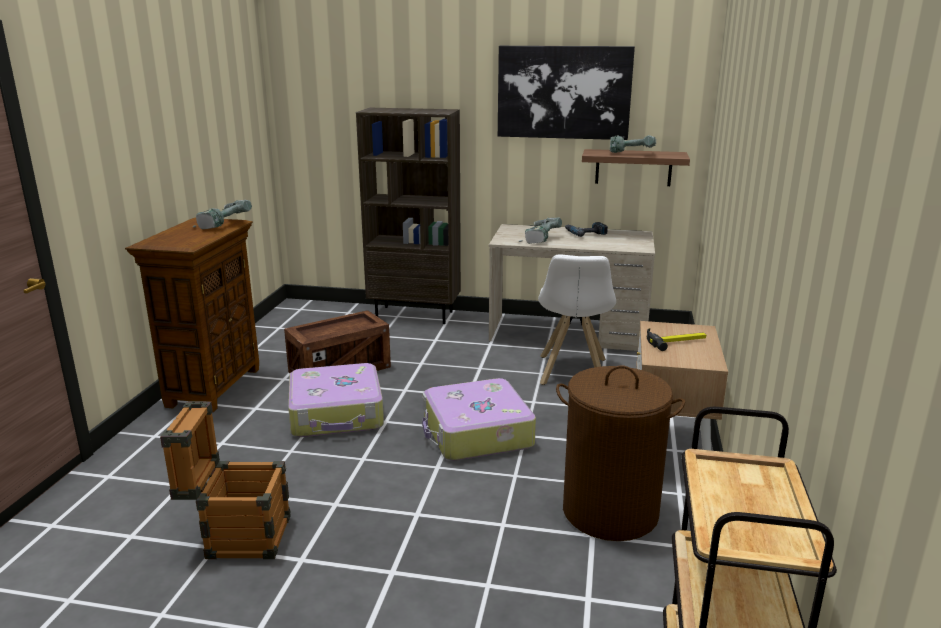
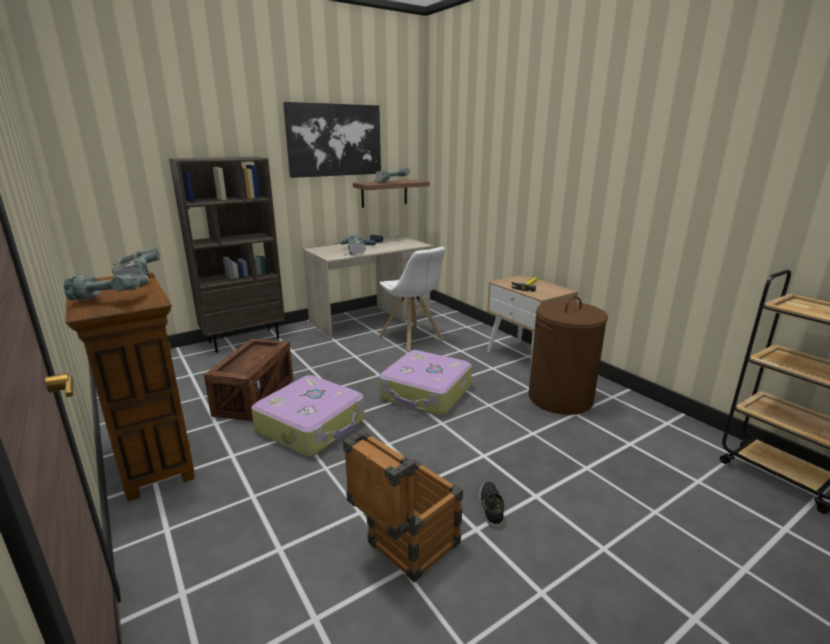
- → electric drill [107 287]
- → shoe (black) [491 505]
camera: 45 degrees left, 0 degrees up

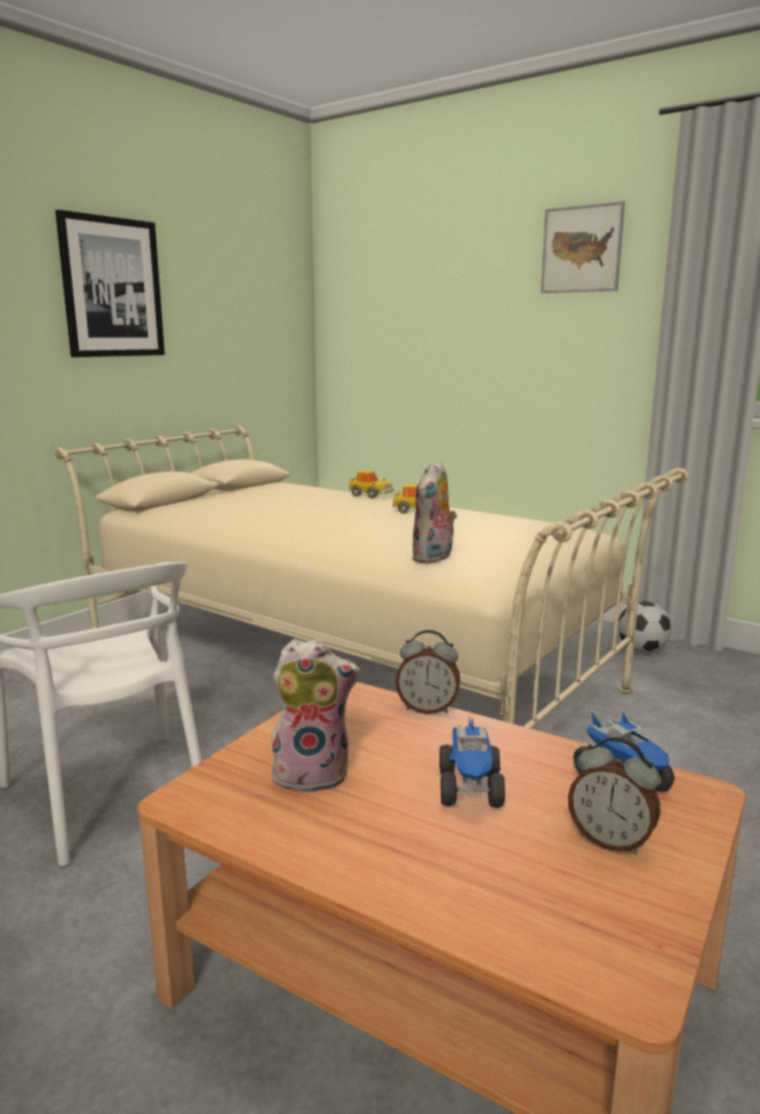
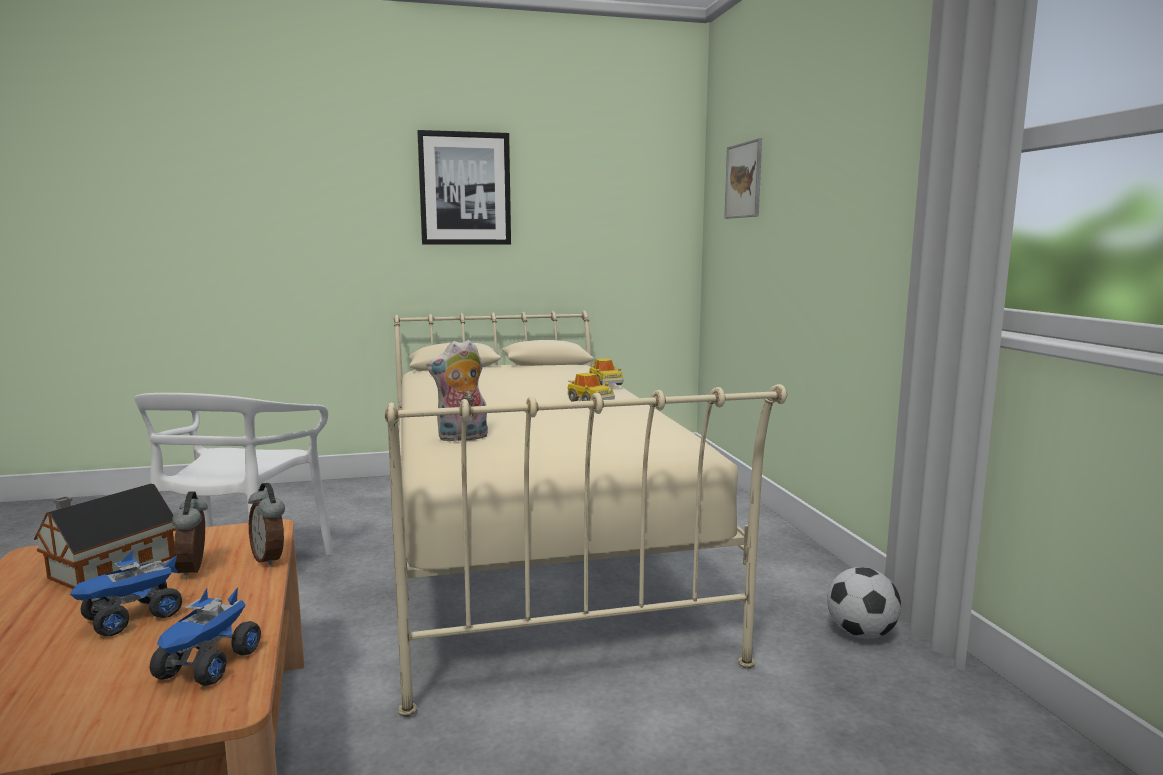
cuddly toy [313 716] → toy house [105 536]
picture [583 247] → picture [743 178], moved
bedside clock [614 796] → bedside clock [190 535], moved
camera: 40 degrees right, 5 degrees down

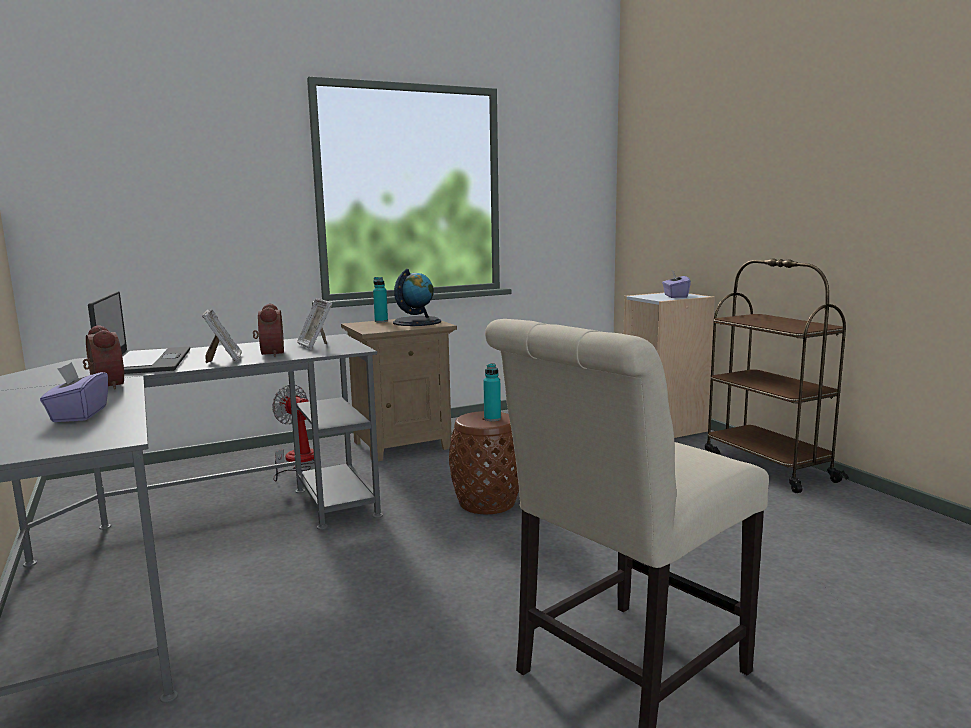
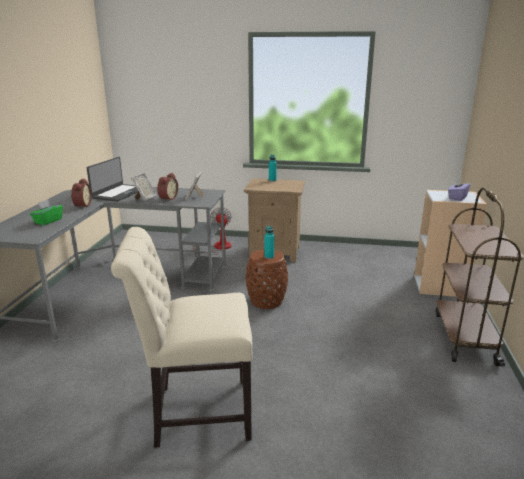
box of tissues (purplish) [74 392] → box of tissues (green) [46 212]
world globe [417 297] → -
camera: 35 degrees right, 10 degrees up

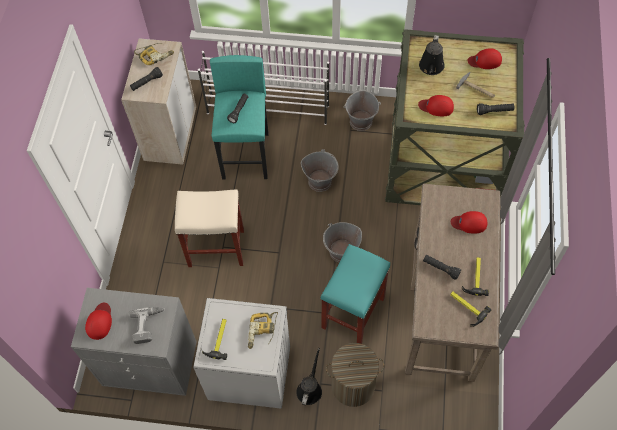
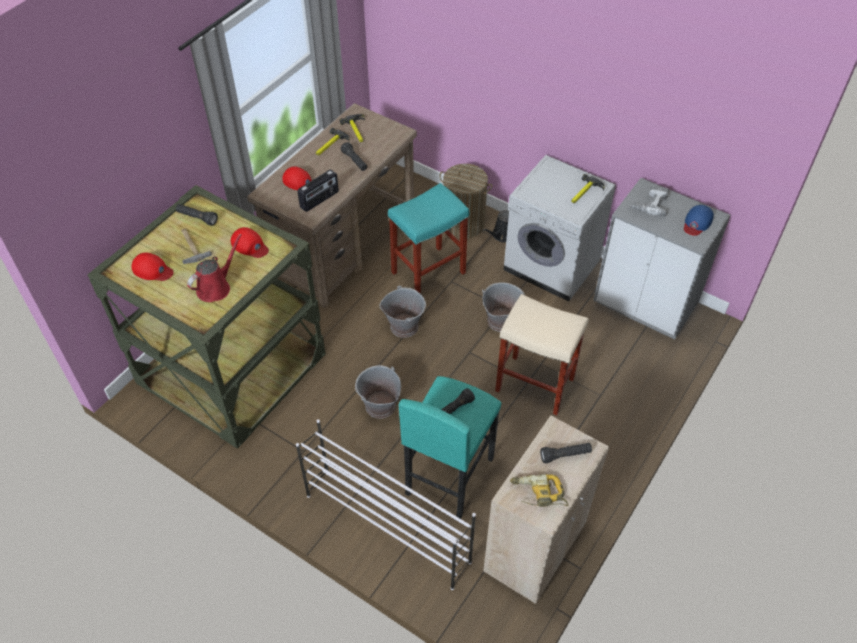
baseball cap (reddish) [98 321] → baseball cap (blue) [699 220]
electric drill [263 330] → -
bucket (gray) [362 110] → bucket (gray) [503 307], moved
watering can (black) [432 55] → watering can (reddish) [214 268]
- → radio set [318 190]
camera: 155 degrees left, 10 degrees down

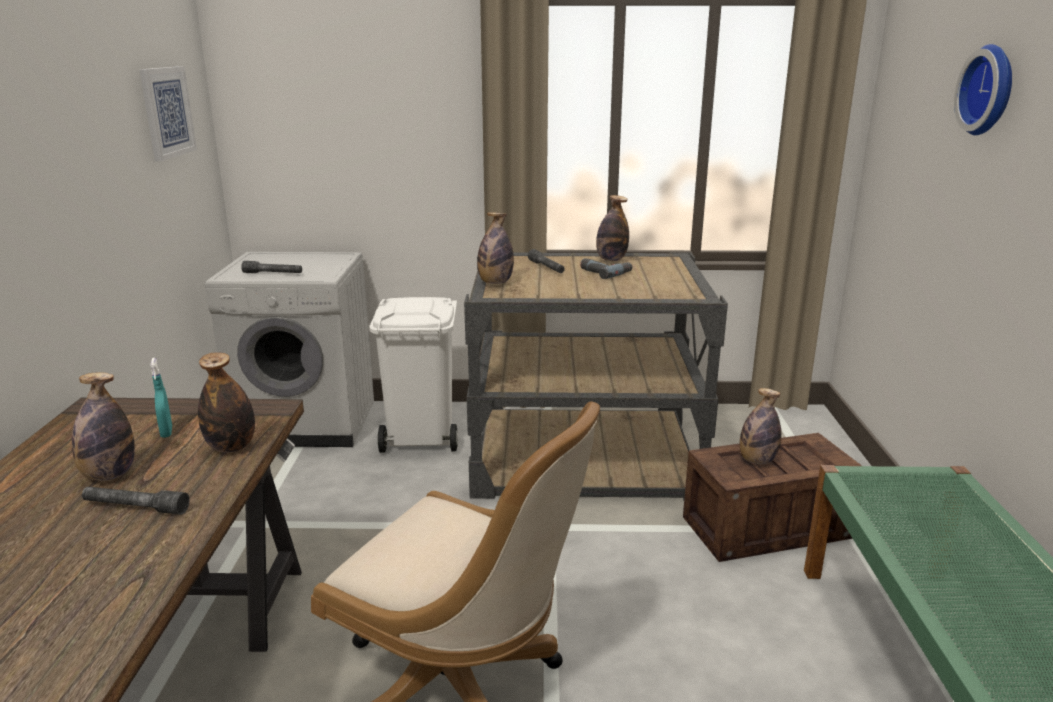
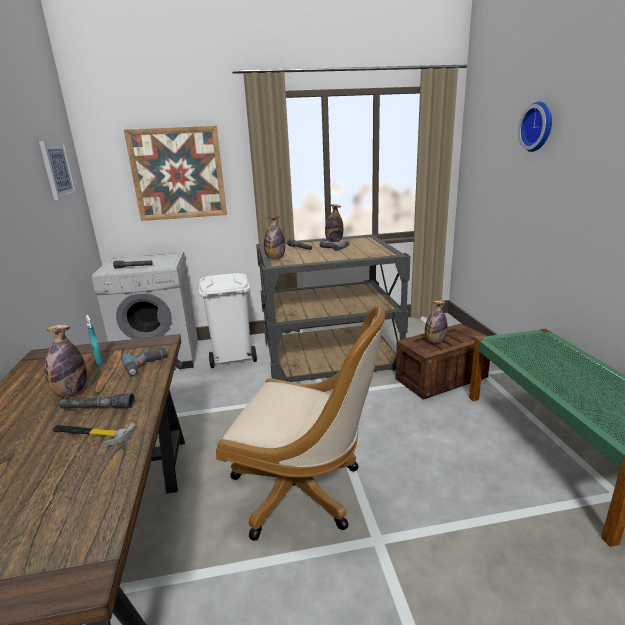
beverage bottle [226 402] → electric drill [144 362]
- → tool hammer [94 435]
- → picture [175 173]
camera: 10 degrees left, 0 degrees up

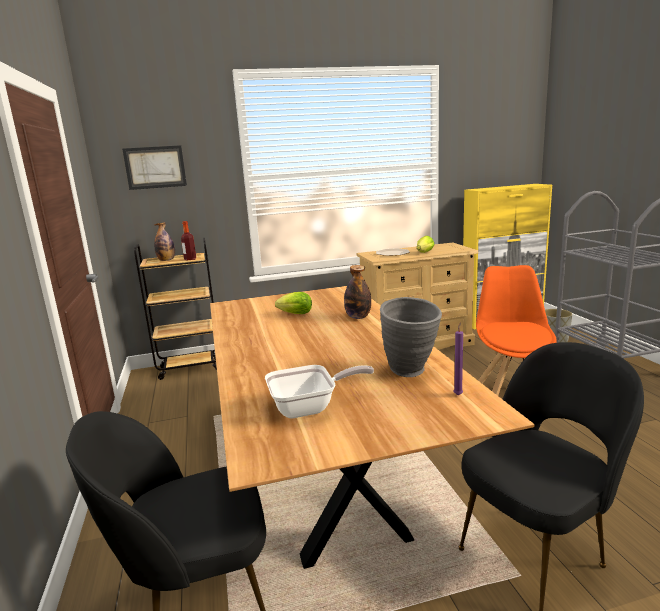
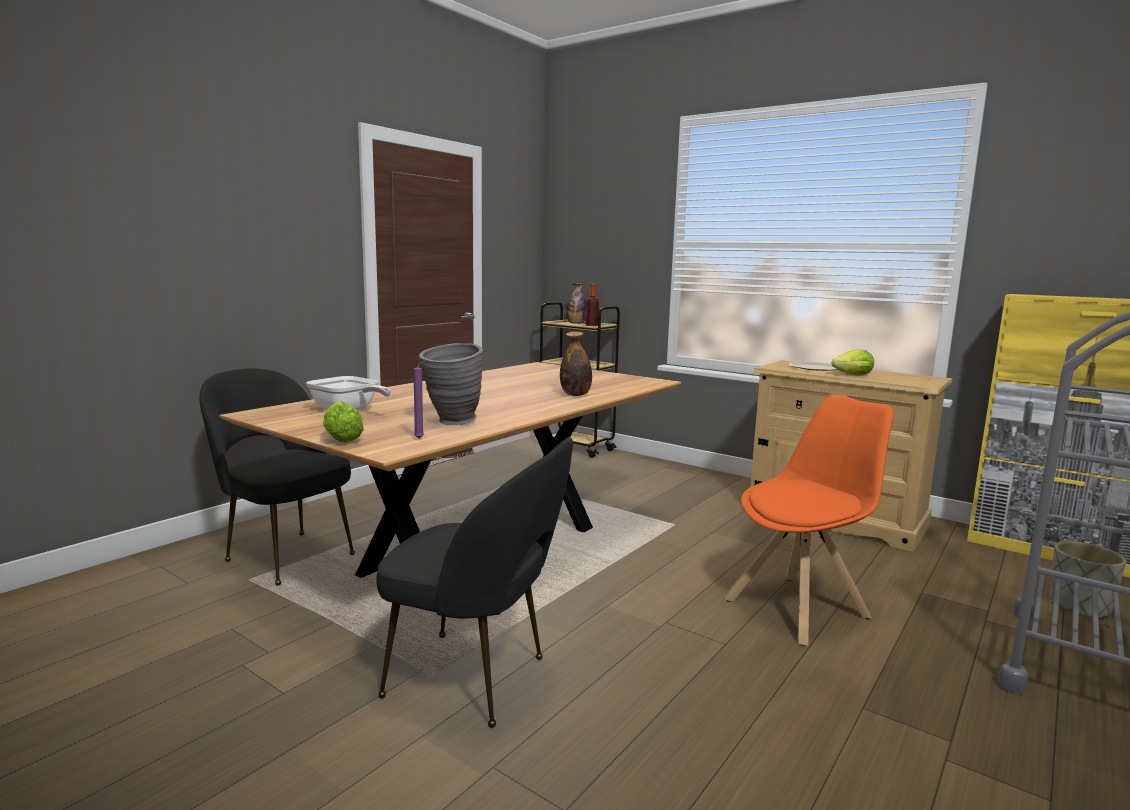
picture [154 167] → -
lettuce head [293 303] → lettuce head [343 422], moved
camera: 50 degrees right, 5 degrees down

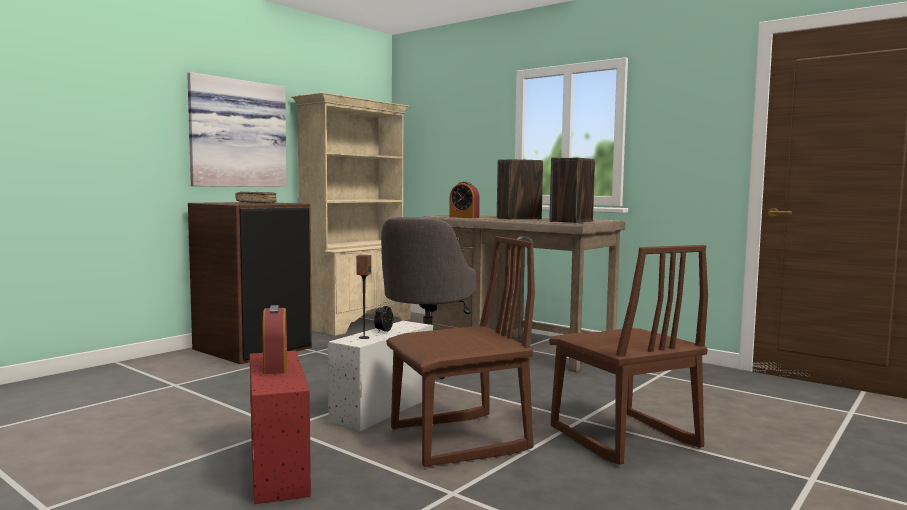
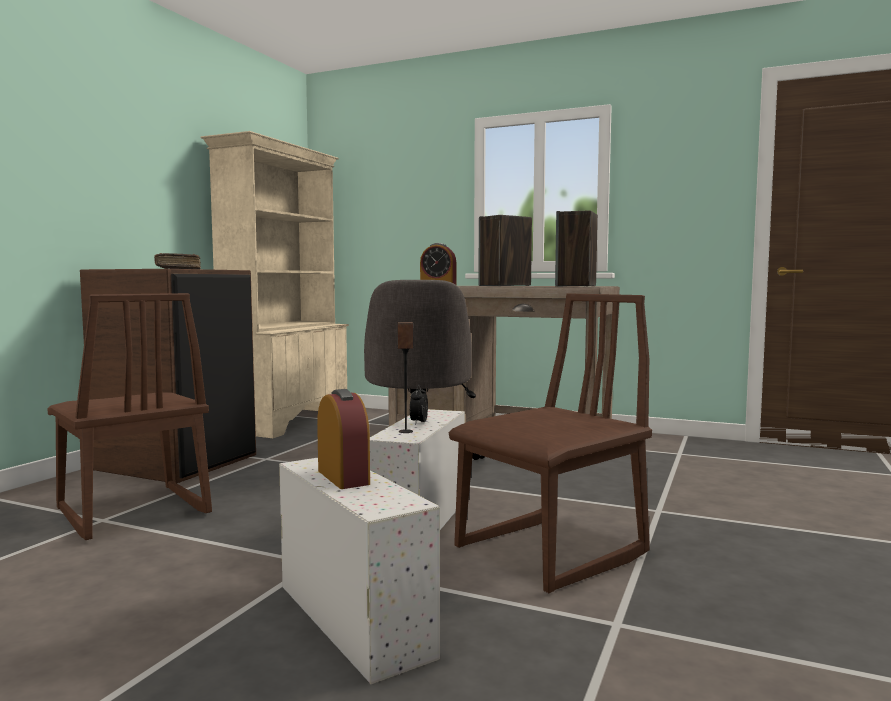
picture [237 129] → -
storage bin (reddish) [280 427] → storage bin (whitish) [359 571]
upright chair (brown) [628 355] → upright chair (brown) [129 416], moved
camera: 15 degrees left, 0 degrees up

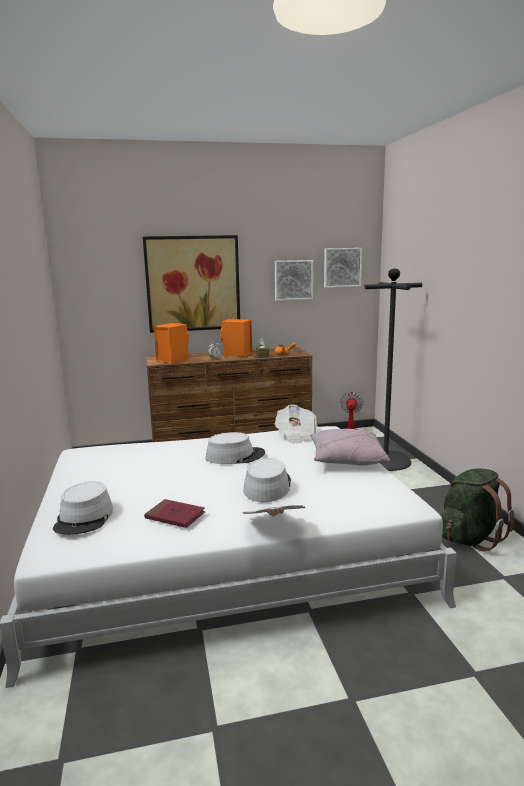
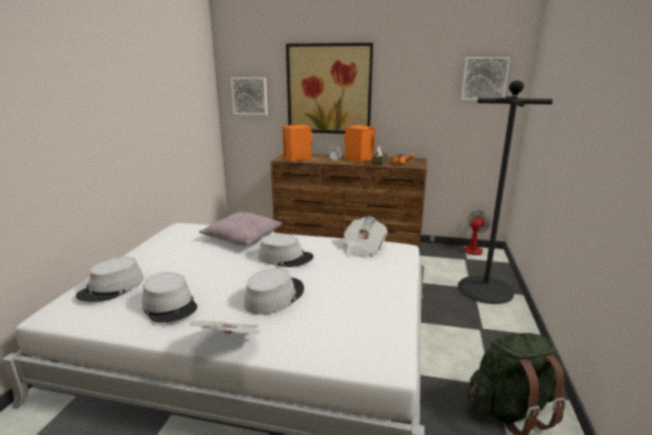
book (reddish) [174 513] → wearable hat (gray) [169 297]
picture [294 280] → picture [249 96], moved
throw pillow (purplish) [350 447] → throw pillow (purplish) [240 228], moved
camera: 25 degrees right, 5 degrees up

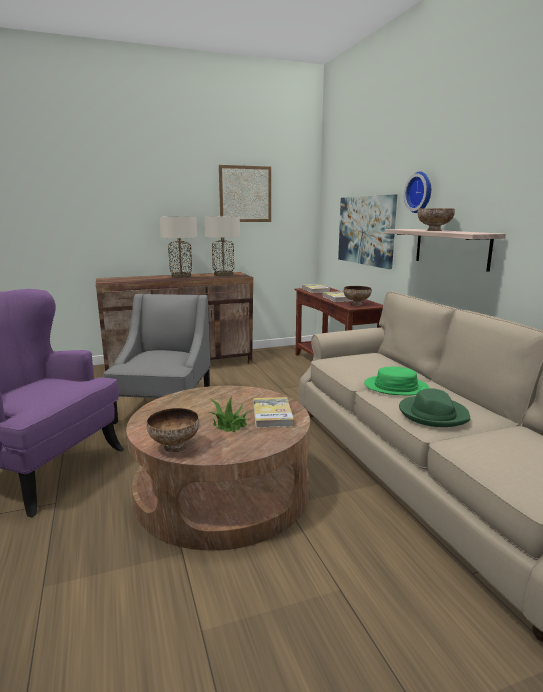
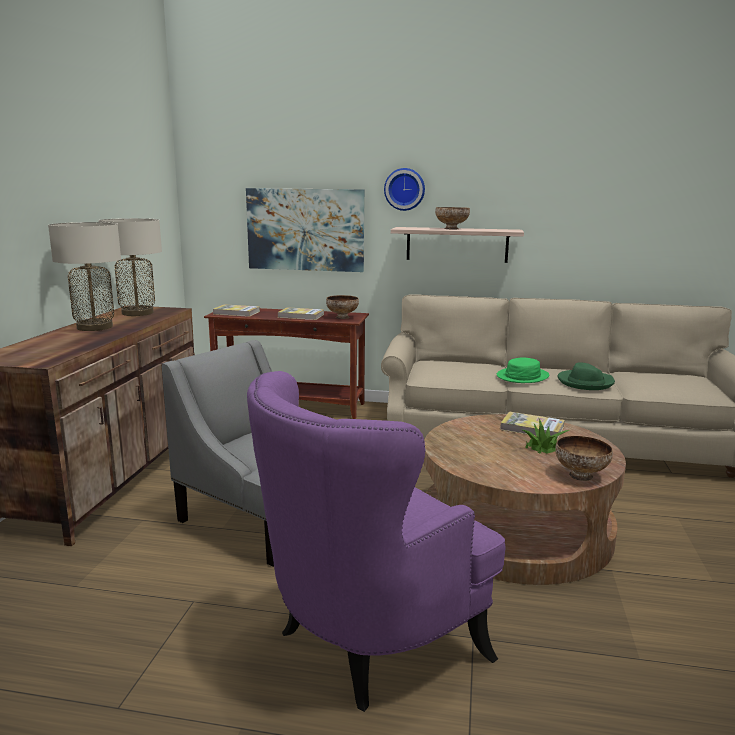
picture [245 193] → -
camera: 60 degrees left, 0 degrees up

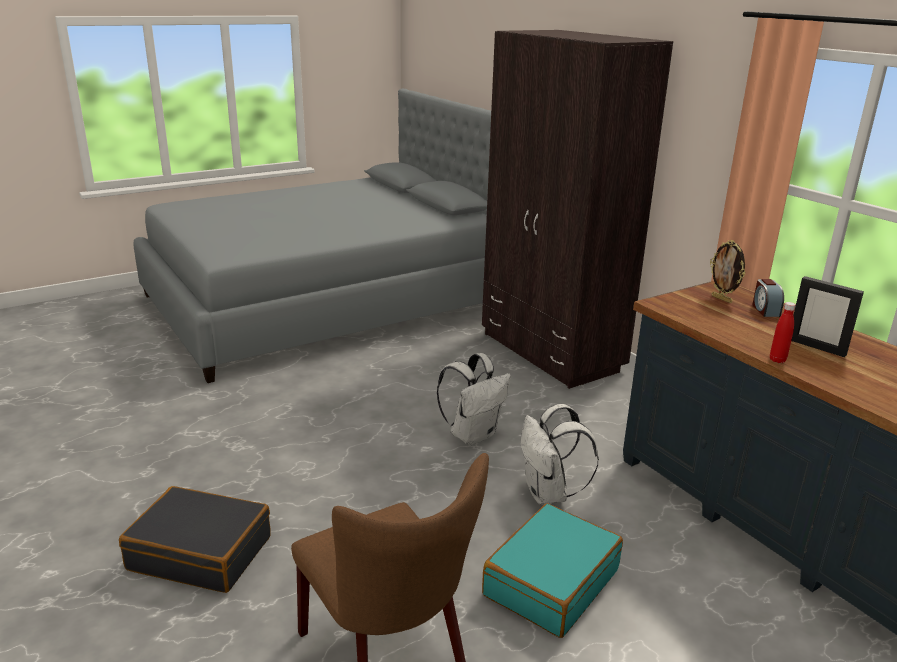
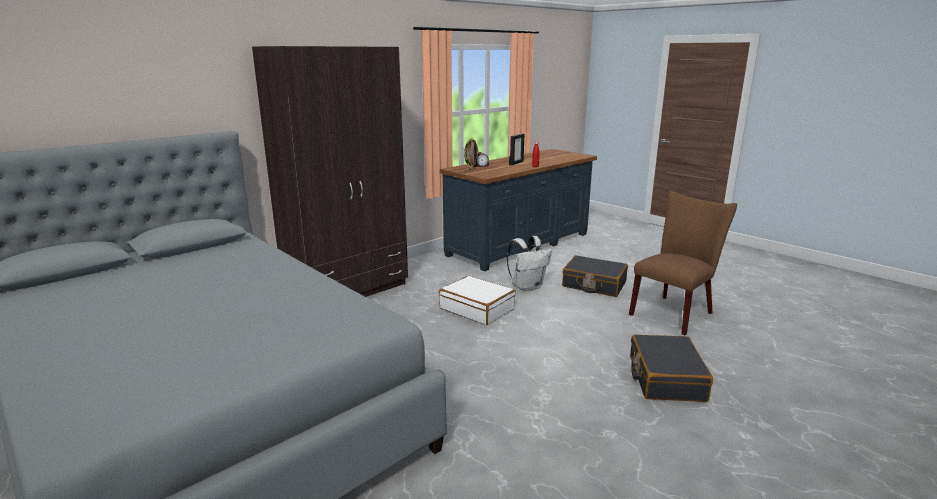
backpack (whitish) [474 399] → suitcase (whitish) [477 300]
suitcase (blue-green) [552 570] → suitcase (black) [595 276]
camera: 100 degrees left, 5 degrees down

